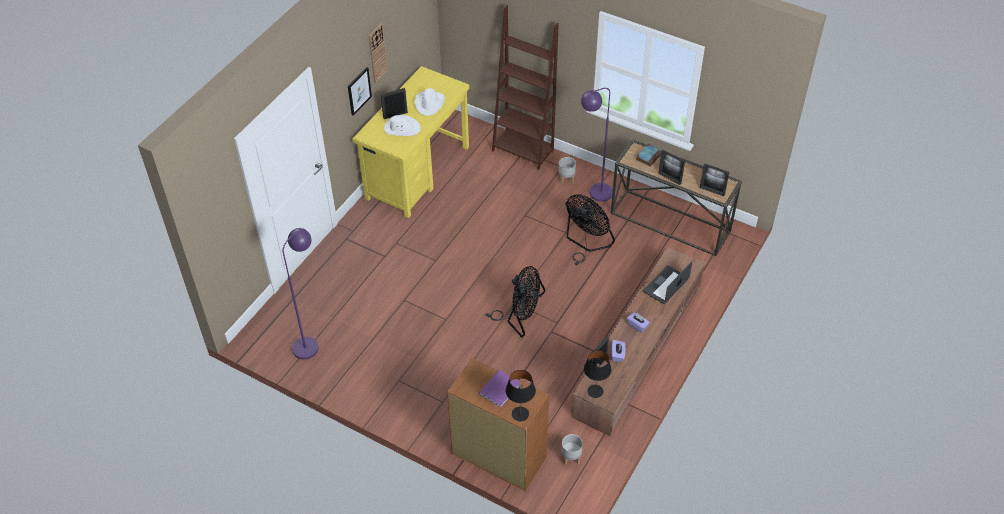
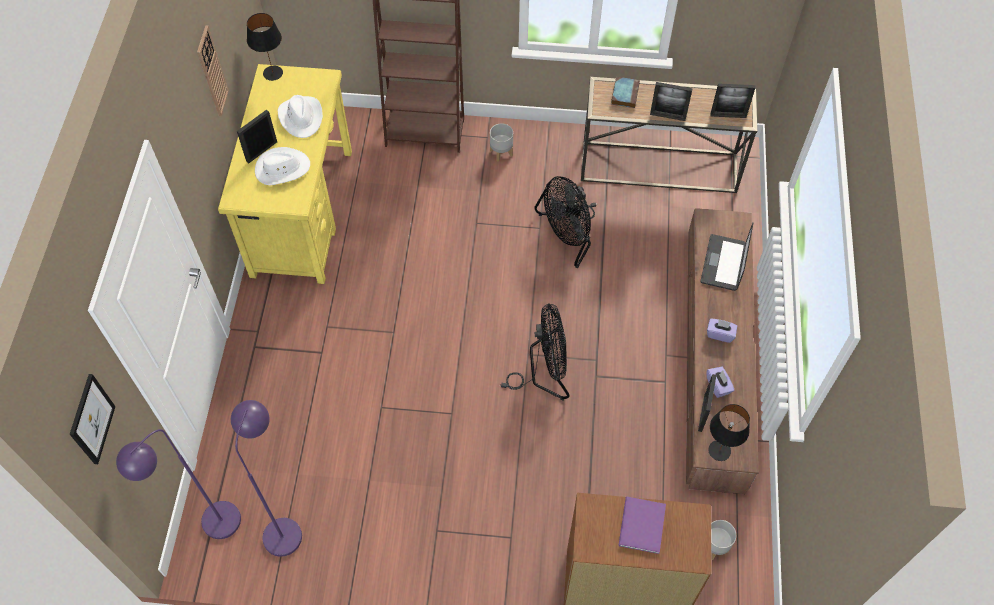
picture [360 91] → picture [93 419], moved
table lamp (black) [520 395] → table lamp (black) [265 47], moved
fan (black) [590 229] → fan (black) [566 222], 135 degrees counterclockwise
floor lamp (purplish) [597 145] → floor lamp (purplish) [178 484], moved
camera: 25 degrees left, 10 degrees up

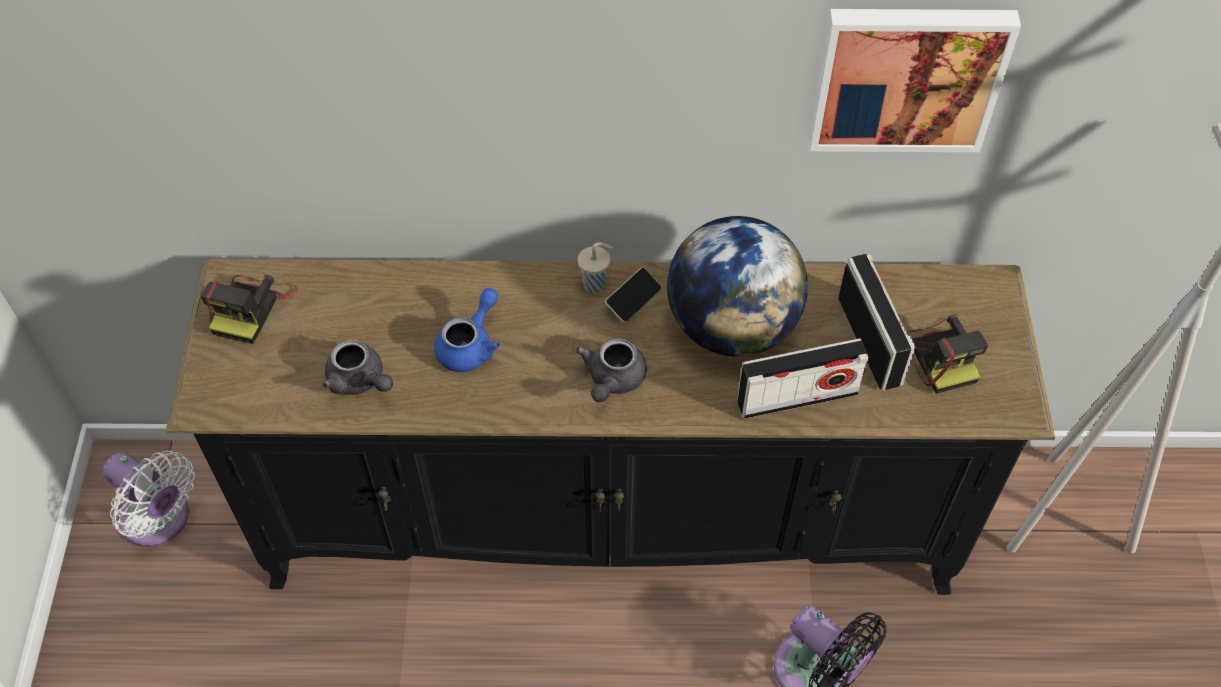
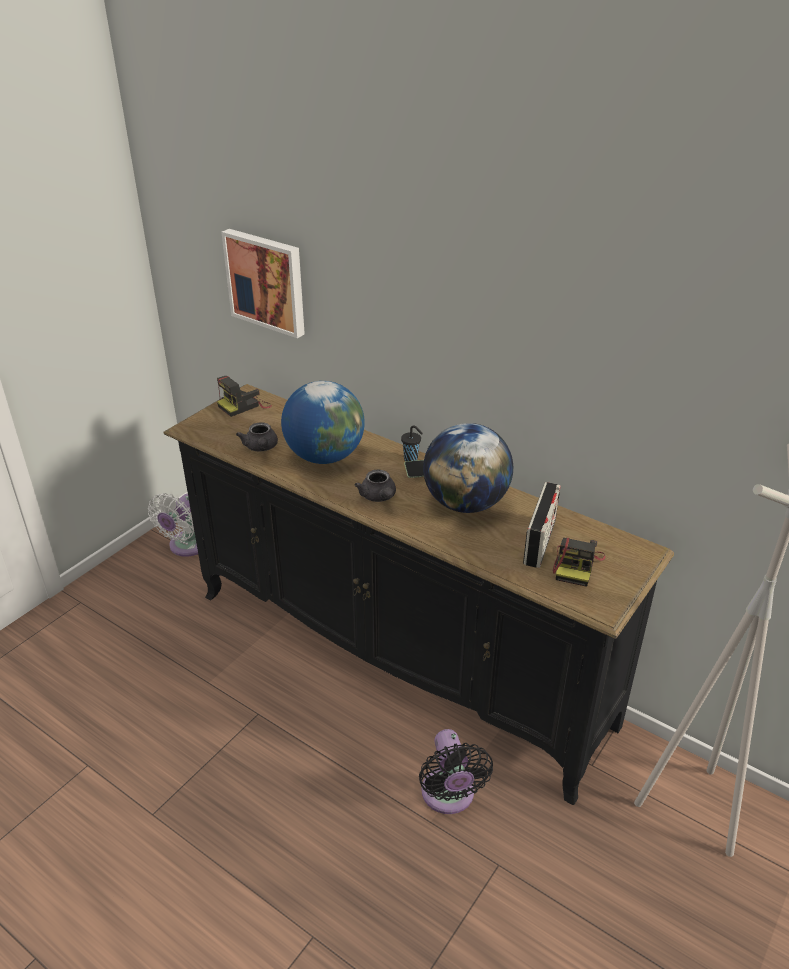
fan (whitish) [149 499] → fan (whitish) [173 525], 45 degrees clockwise
pot for tea (blue) [467 330] → world globe [323 422]
pot for tea (gray) [611 370] → pot for tea (gray) [375 486], 75 degrees counterclockwise
drinking cup (beige) [595 267] → drinking cup (black) [412 443]
radio set [803 378] → -
picture [915 80] → picture [263 283], moved
camera: 35 degrees right, 20 degrees down

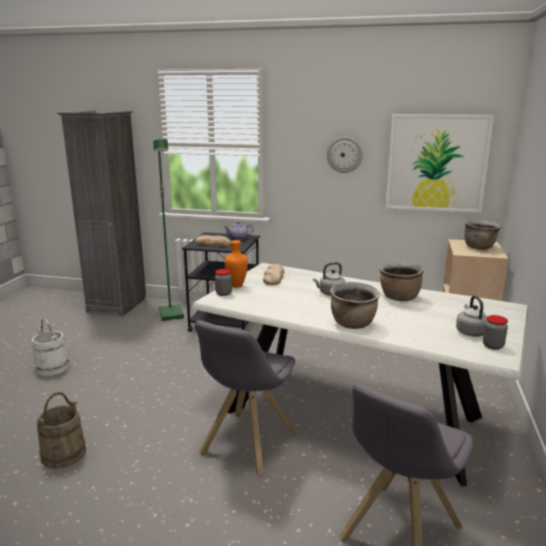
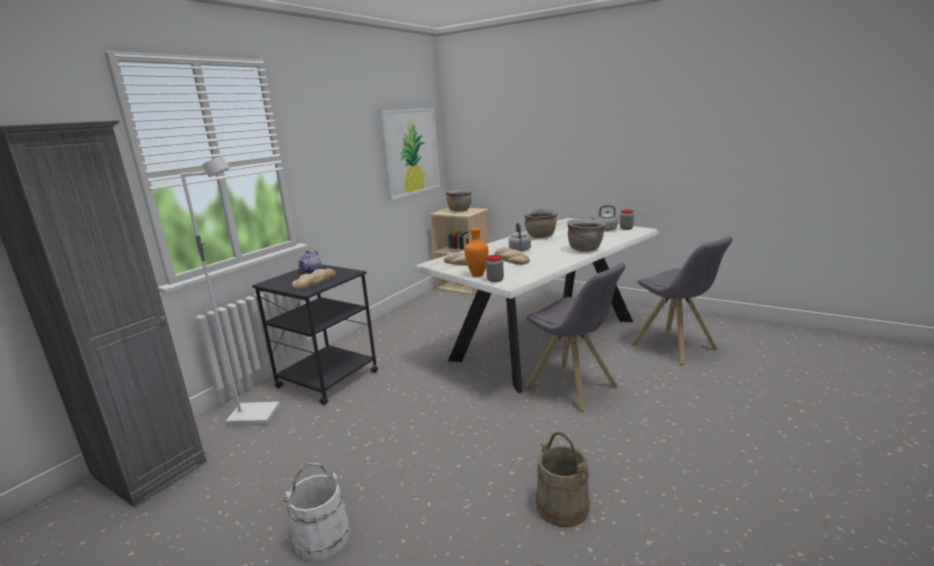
floor lamp (green) [168 230] → floor lamp (whitish) [230 291]
clock on the wall [345 155] → -
- → bread [512 256]
camera: 70 degrees left, 0 degrees up

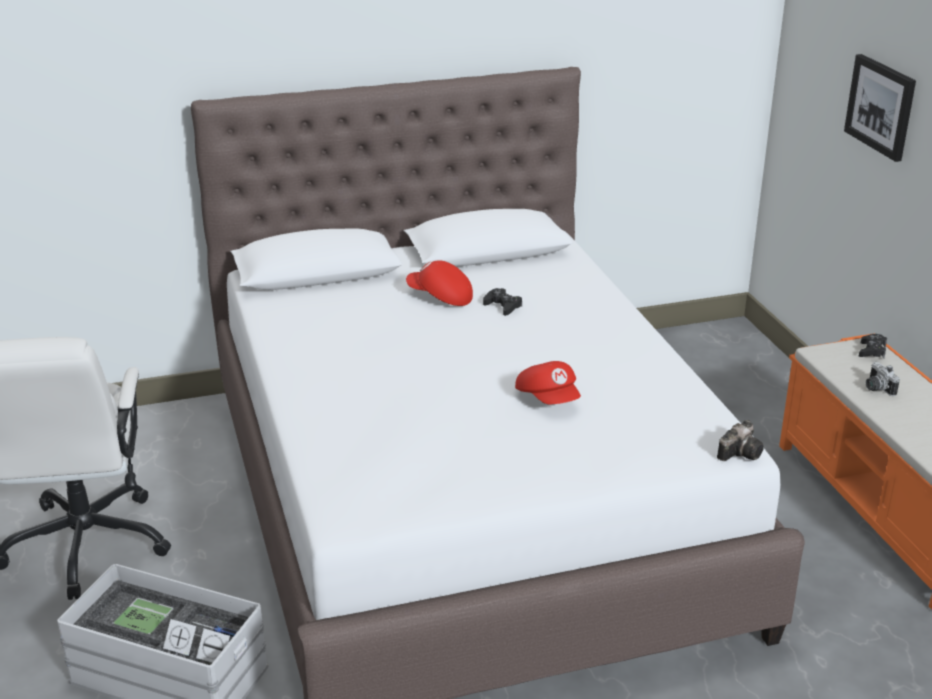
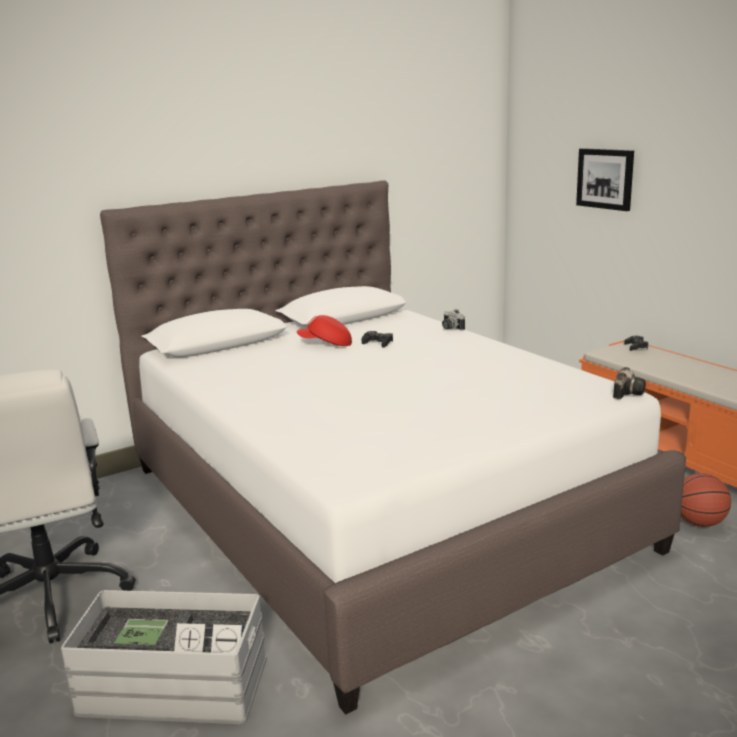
baseball cap (reddish) [548 382] → -
still camera [883 379] → still camera [453 320], moved
- → basketball [706 500]
camera: 15 degrees left, 10 degrees down

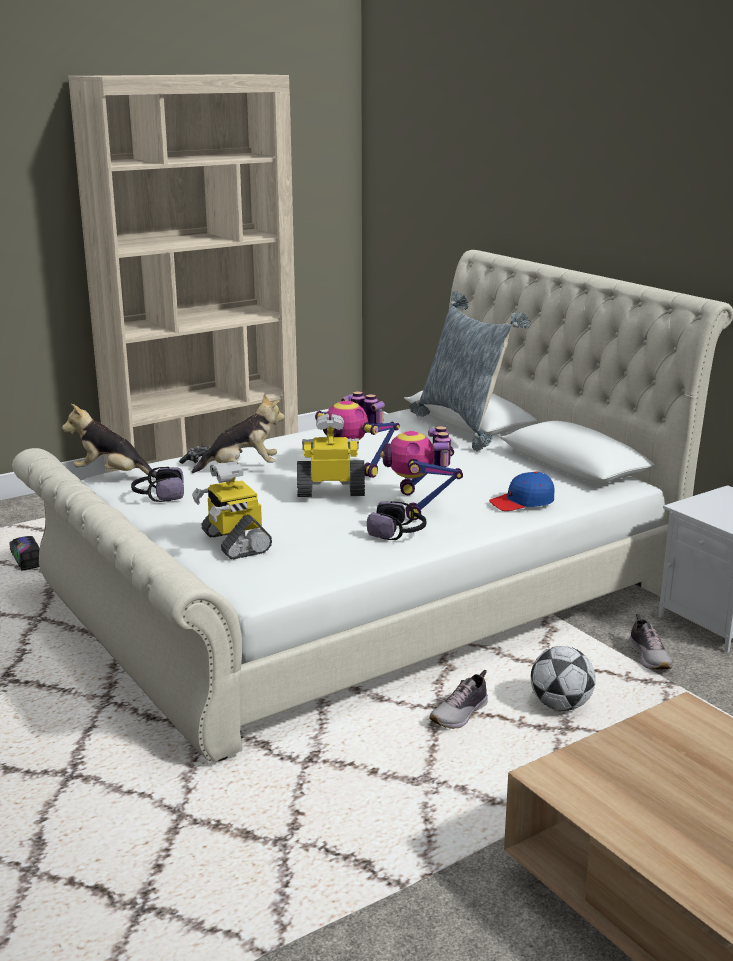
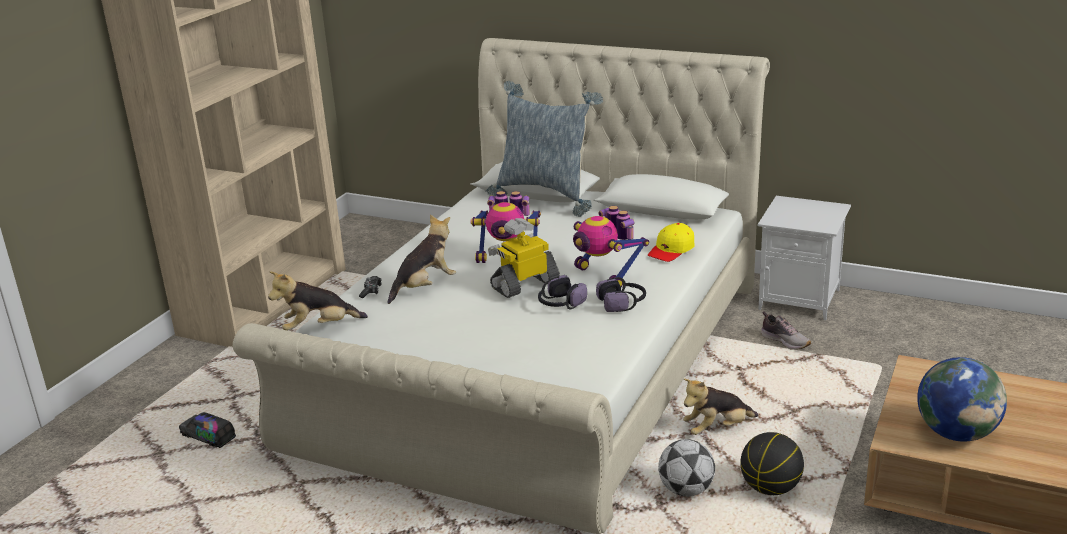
headset [157 484] → headset [562 292], moved
toy robot [232 510] → -
shoe [458 699] → cuddly toy [720 406]
baseball cap (blue) [521 491] → baseball cap (yellow-coloured) [671 242]
football ball [563 678] → football ball [686 468], moved
- → basketball [772 463]
- → world globe [962 399]
camera: 30 degrees left, 5 degrees up

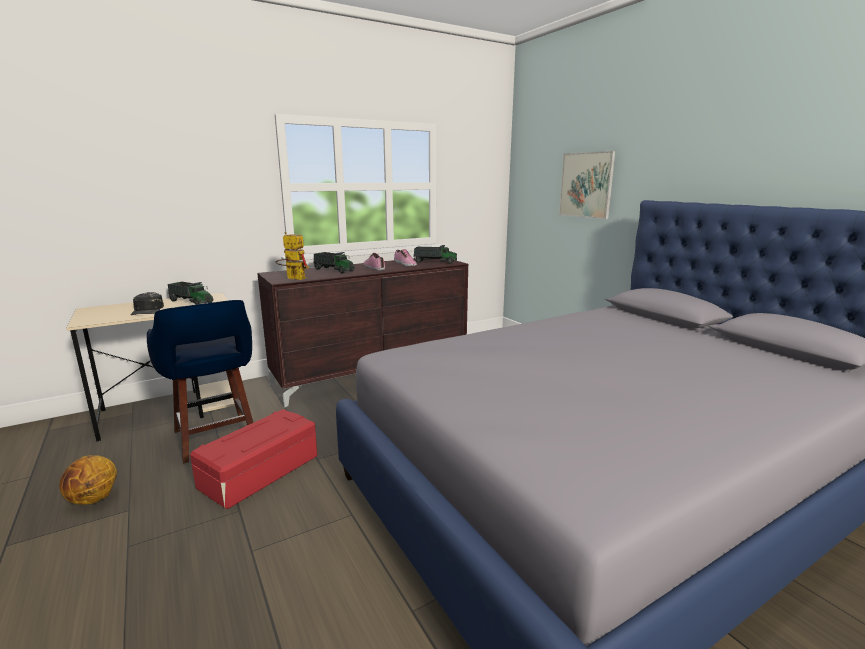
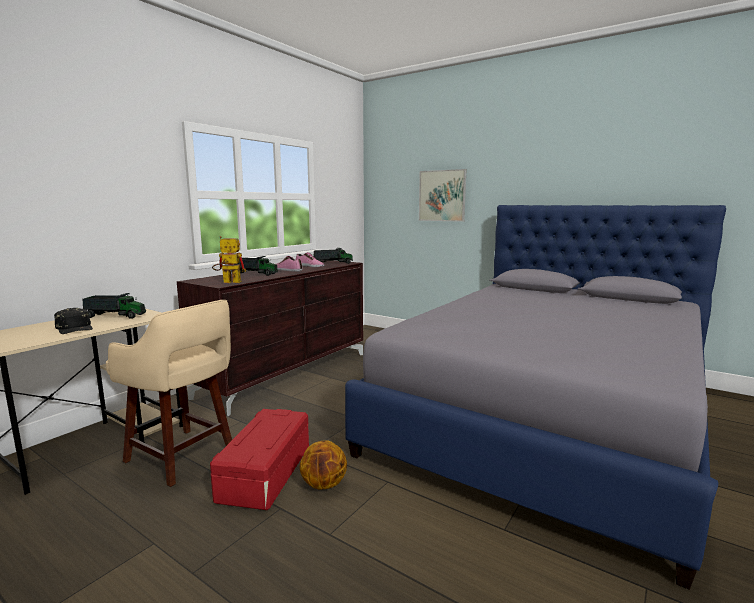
basketball [88 480] → basketball [323 465], moved
stool (blue) [200 382] → stool (beige) [169 393]
camera: 25 degrees left, 5 degrees down

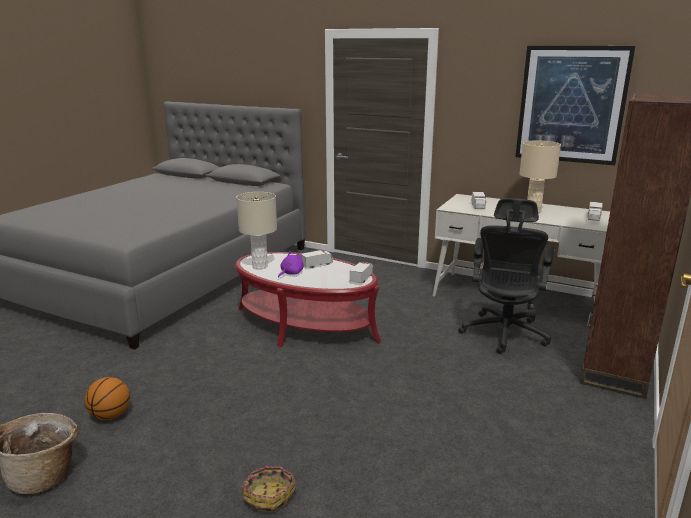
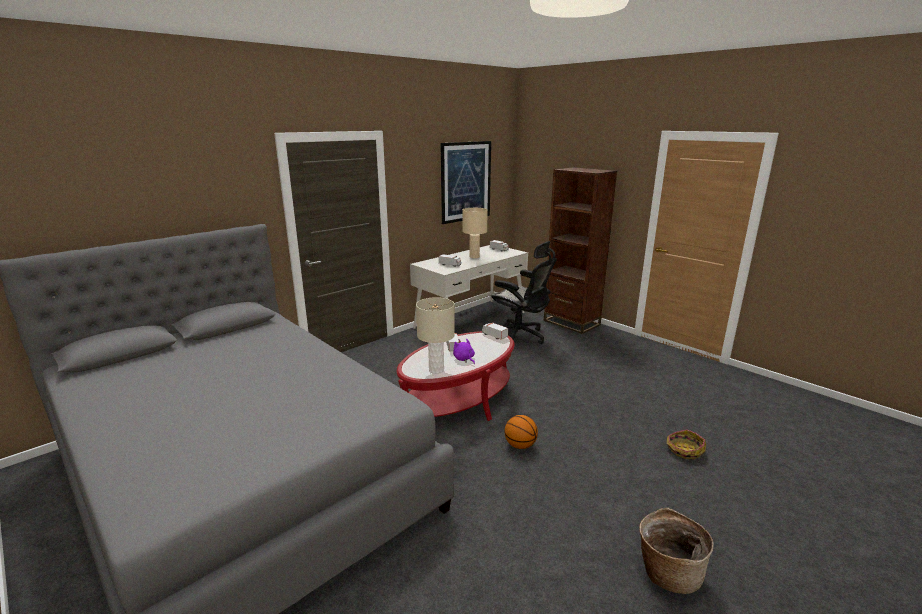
basketball [107 398] → basketball [521 432], moved
camera: 70 degrees left, 0 degrees up

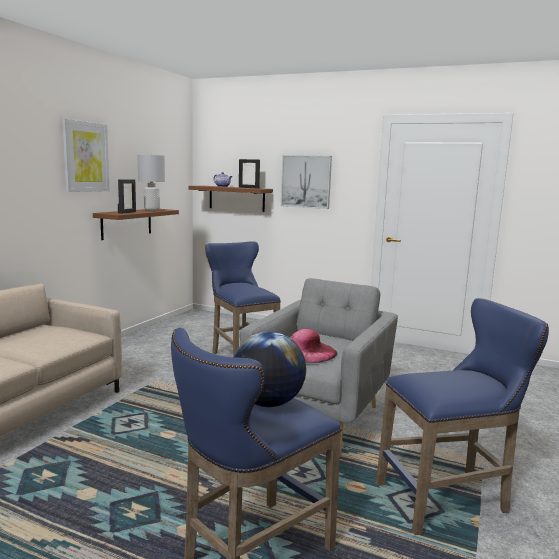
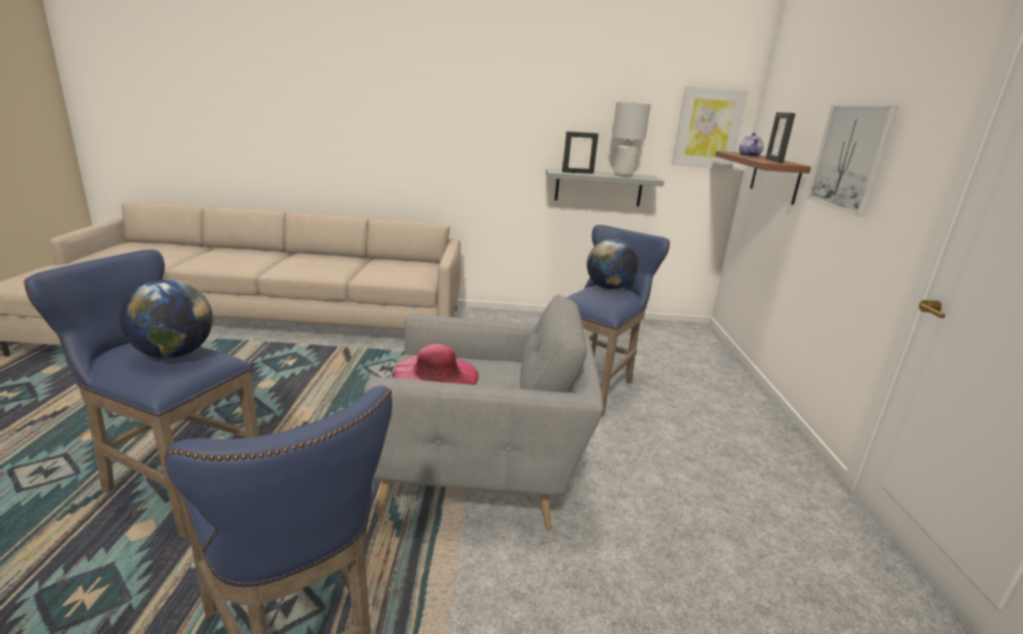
picture [86 155] → picture [710 127], moved
wall shelf (brown) [136 224] → wall shelf (gray) [605 187]
- → world globe [612 264]
camera: 65 degrees right, 10 degrees up

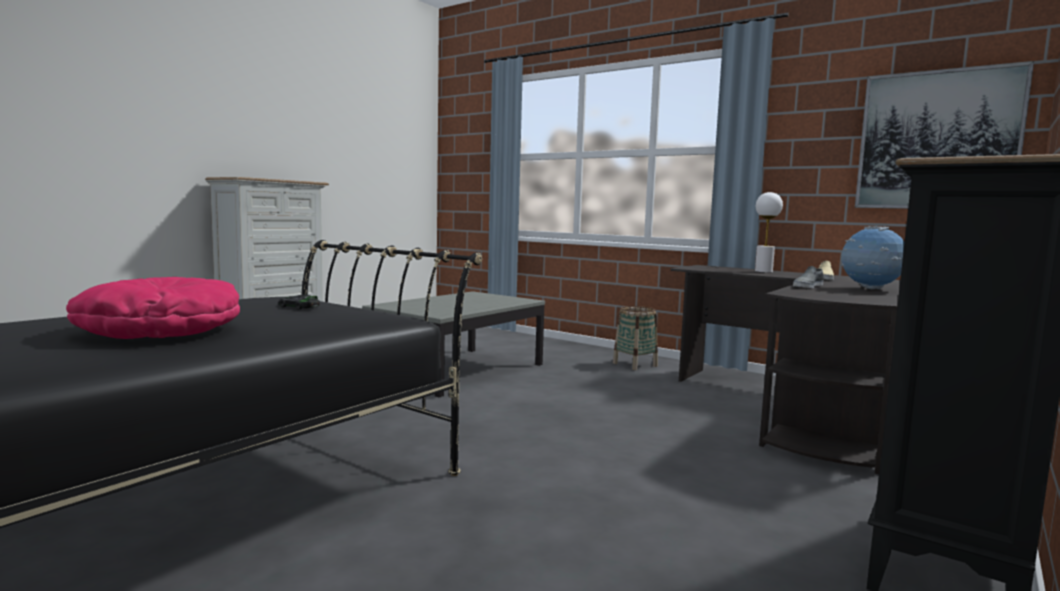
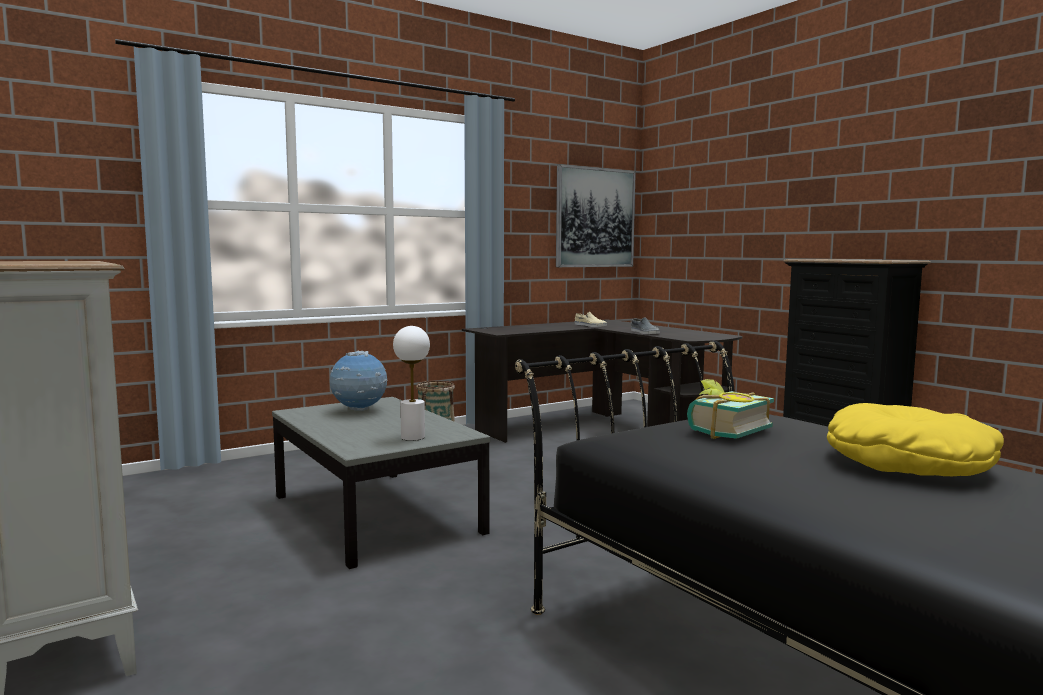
throw pillow (pinkish) [153 308] → throw pillow (yellow-coloured) [915 439]
toy car [299 302] → book [730 409]
table lamp (whitish) [769 232] → table lamp (whitish) [411 383], moved
world globe [873 257] → world globe [358 381], moved
camera: 70 degrees left, 0 degrees up

